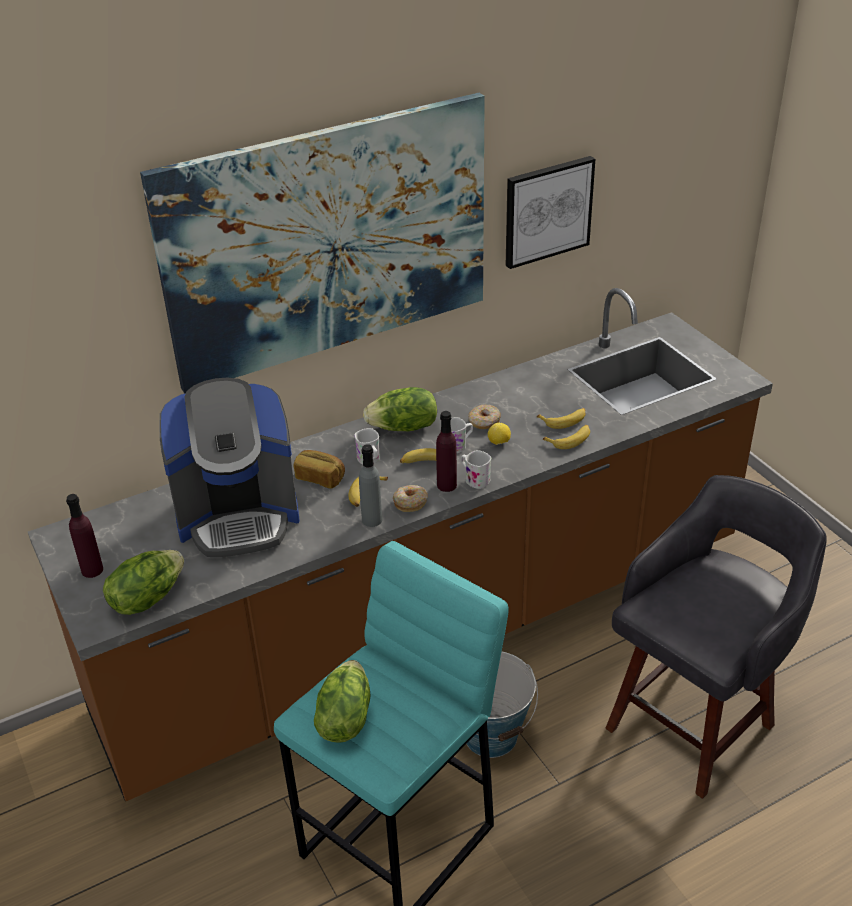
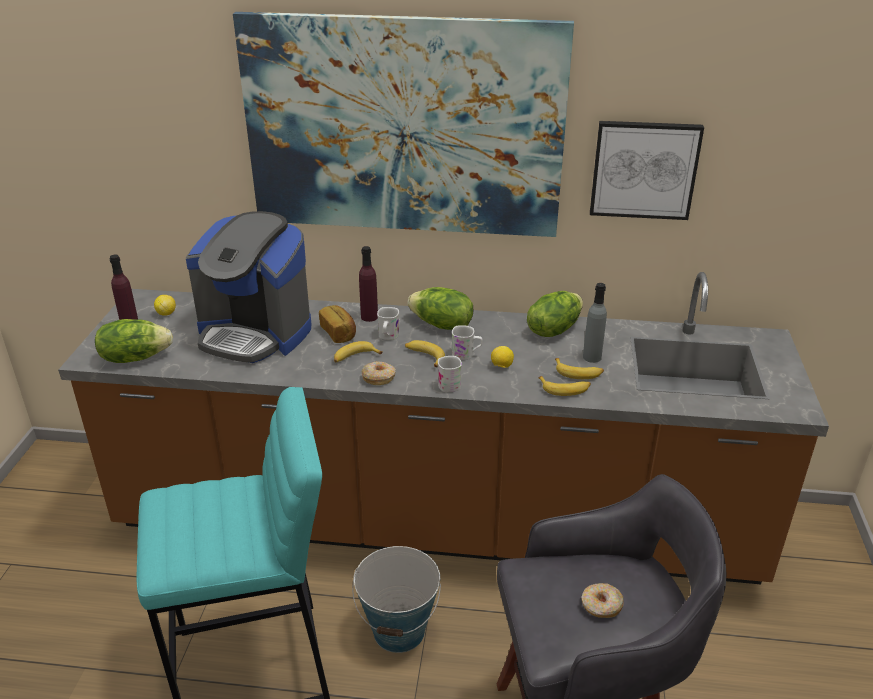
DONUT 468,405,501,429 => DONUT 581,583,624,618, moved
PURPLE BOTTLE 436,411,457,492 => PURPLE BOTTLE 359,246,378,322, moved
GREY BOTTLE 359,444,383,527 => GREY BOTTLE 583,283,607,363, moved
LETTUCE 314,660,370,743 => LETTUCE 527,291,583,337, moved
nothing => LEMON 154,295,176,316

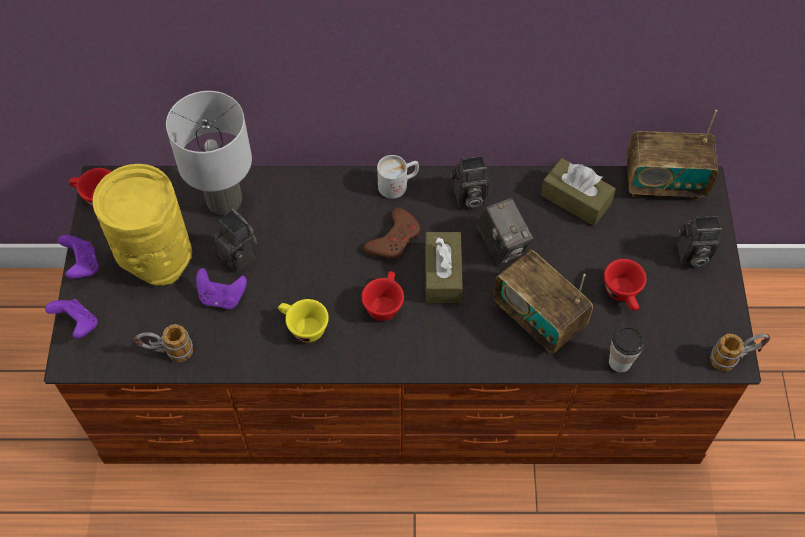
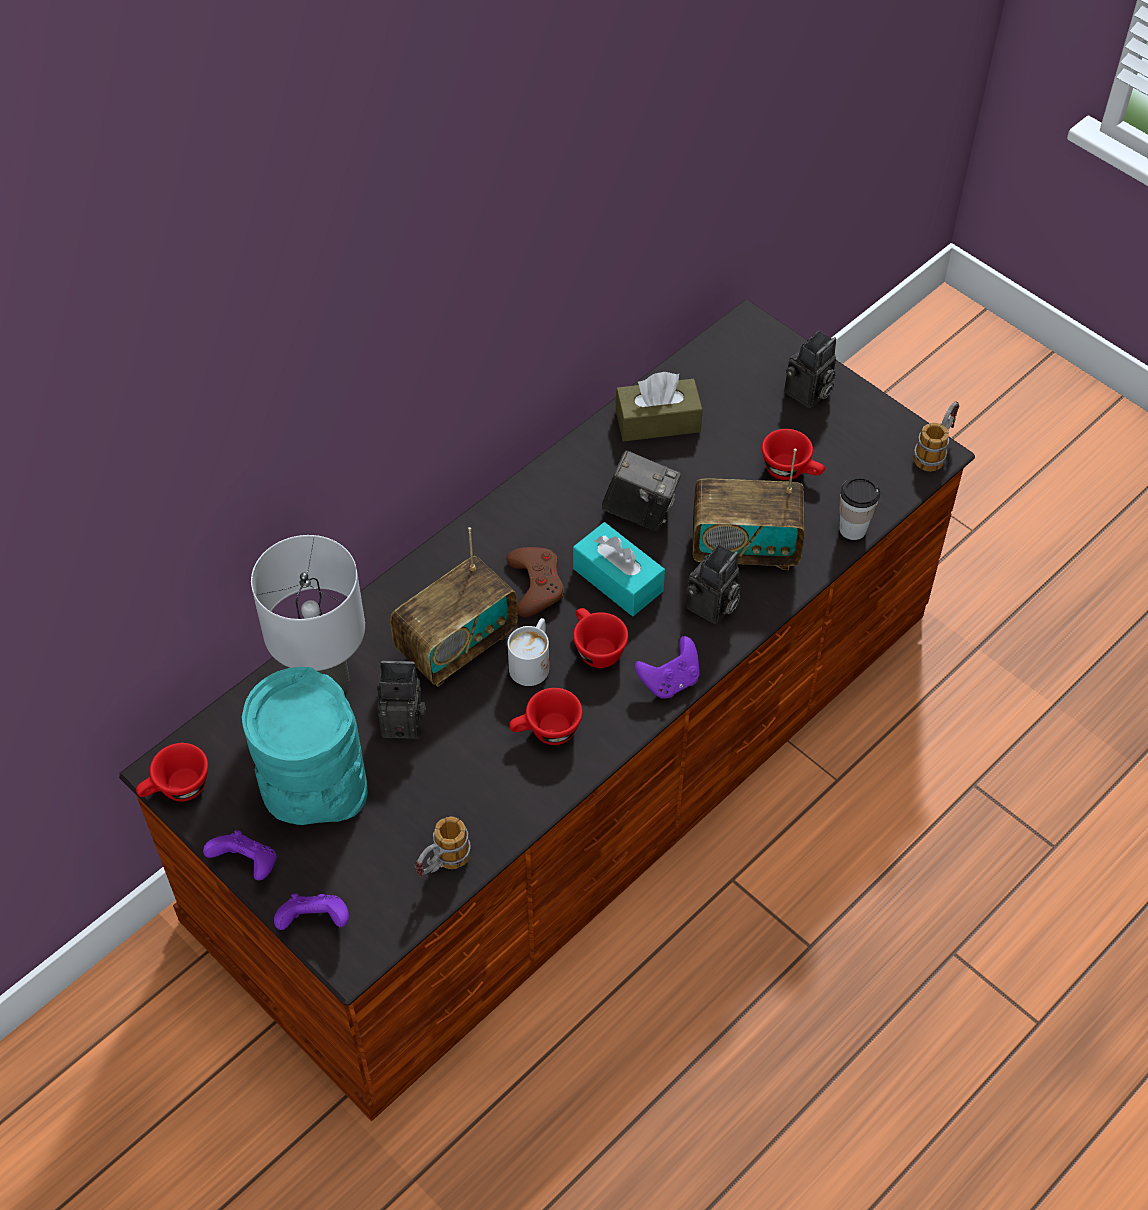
RADIO 627,110,718,200 => RADIO 390,527,518,687, moved
WHITE MUG 377,155,419,199 => WHITE MUG 508,618,549,686, moved
PHOTO CAMERA 451,156,489,208 => PHOTO CAMERA 686,544,741,624, moved
YELLOW VASE 93,164,192,286 => TURQUOISE VASE 242,667,368,825
BROWN TISSUE BOX 425,232,463,303 => TURQUOISE TISSUE BOX 573,522,665,616
PURPLE GAME CONTROLLER 196,268,247,309 => PURPLE GAME CONTROLLER 635,636,700,699, moved
YELLOW CUP 278,299,329,342 => RED CUP 509,688,583,745

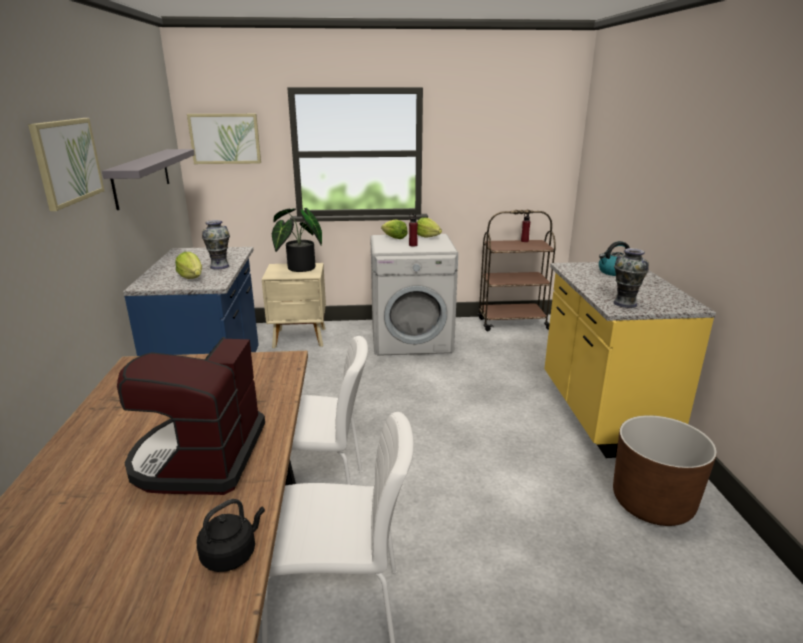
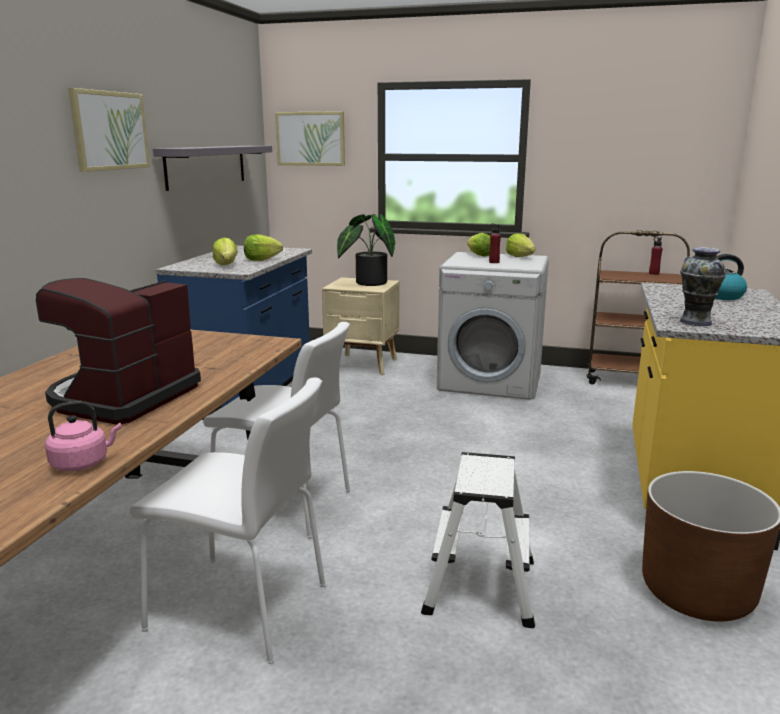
VASE 202,220,230,269 => LETTUCE 244,234,283,261
BLACK KETTLE 196,499,265,572 => PINK KETTLE 45,401,121,471
nothing => WHITE STEP LADDER 421,452,535,628

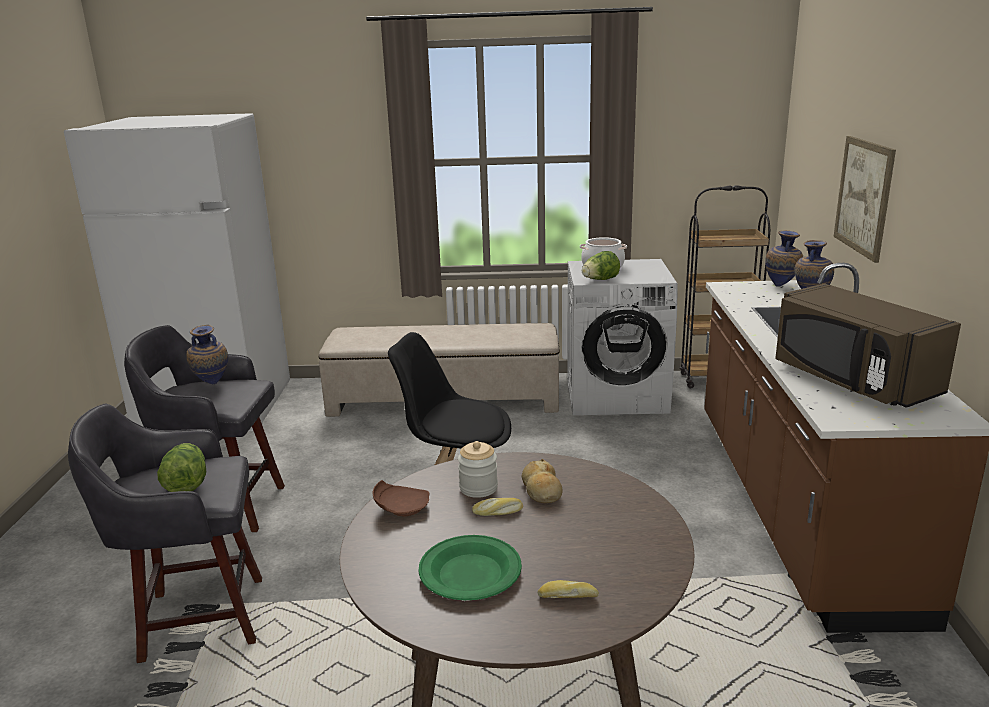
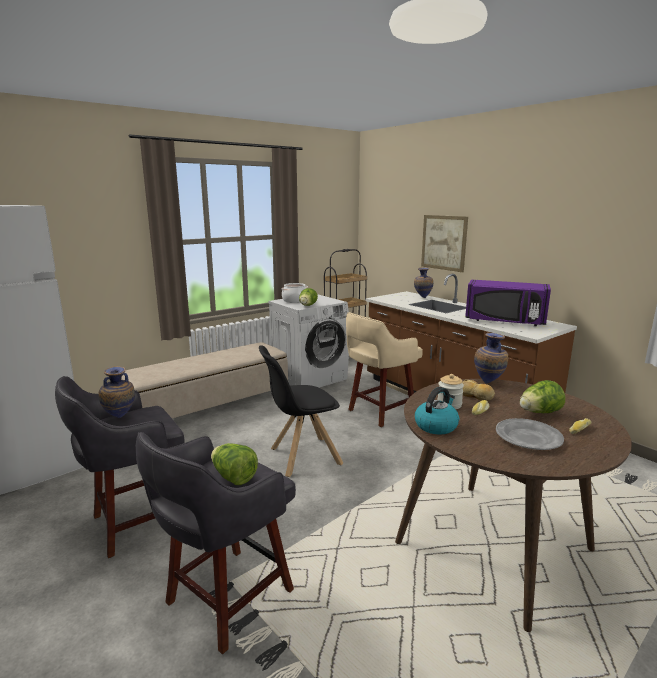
VASE 765,230,803,287 => VASE 474,333,508,384, moved
BROWN MICROWAVE 775,283,961,408 => PURPLE MICROWAVE 465,280,551,326
BROWN PLATE 373,480,429,516 => KETTLE 415,387,459,435
GREEN PLATE 419,535,522,600 => GREY PLATE 496,418,564,450
nothing => BEIGE STOOL 346,312,423,427
nothing => LETTUCE 520,380,565,413

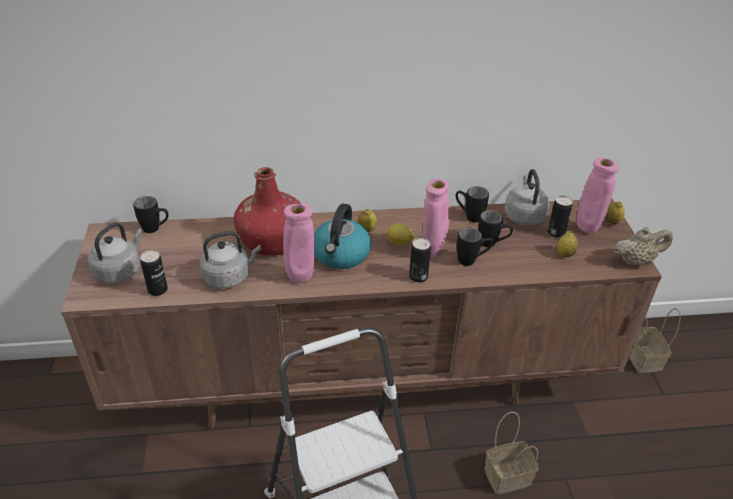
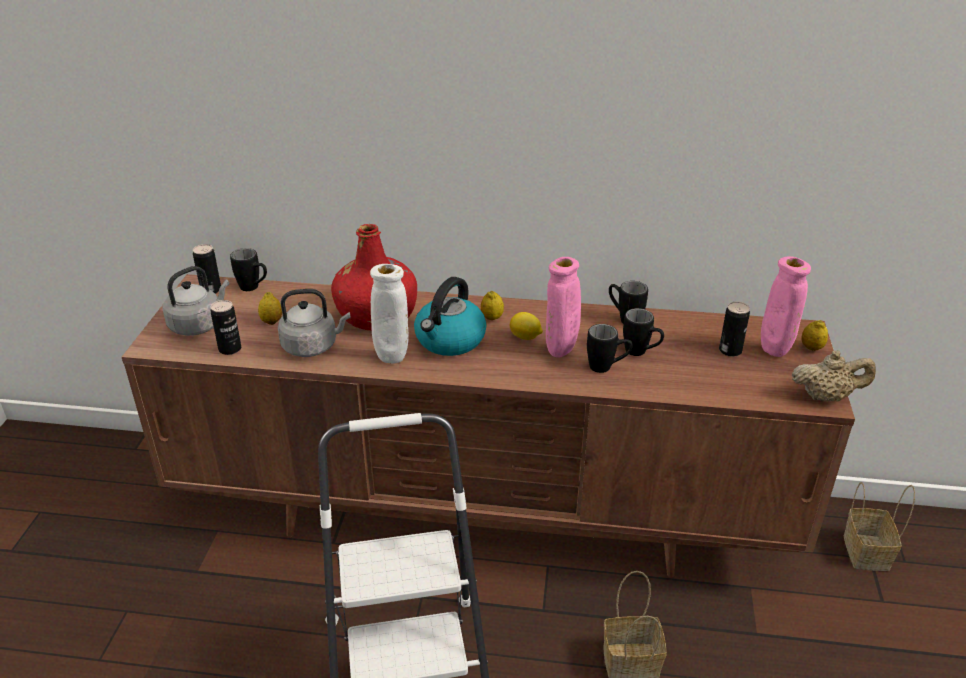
GREY KETTLE 505,169,549,226 => nothing
PINK VASE 283,204,315,283 => WHITE VASE 370,264,409,364
LEMON 557,231,578,257 => LEMON 258,292,282,325, moved
CAN 409,238,431,283 => CAN 193,244,221,294, moved

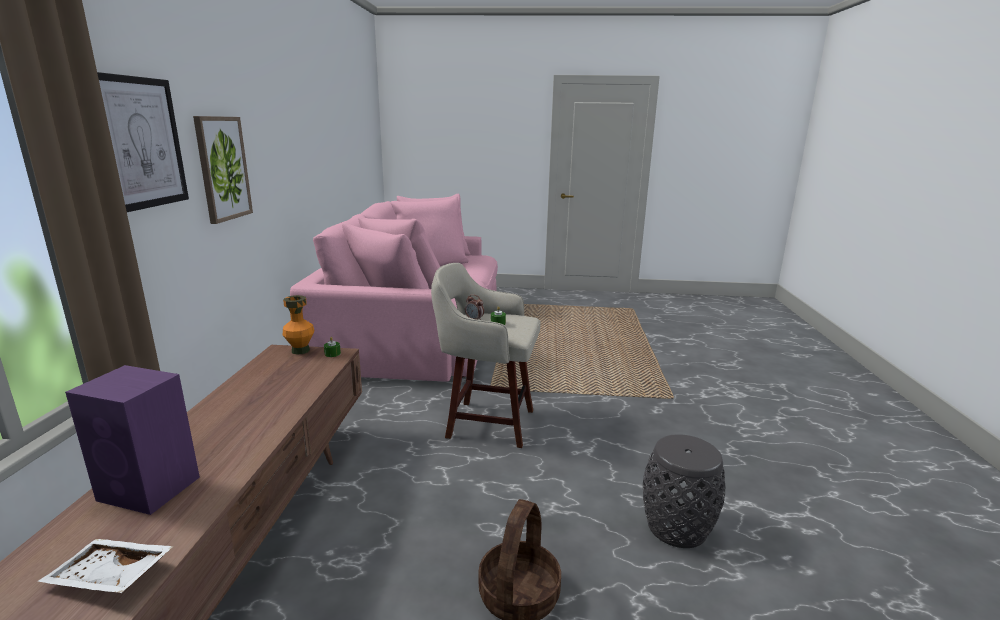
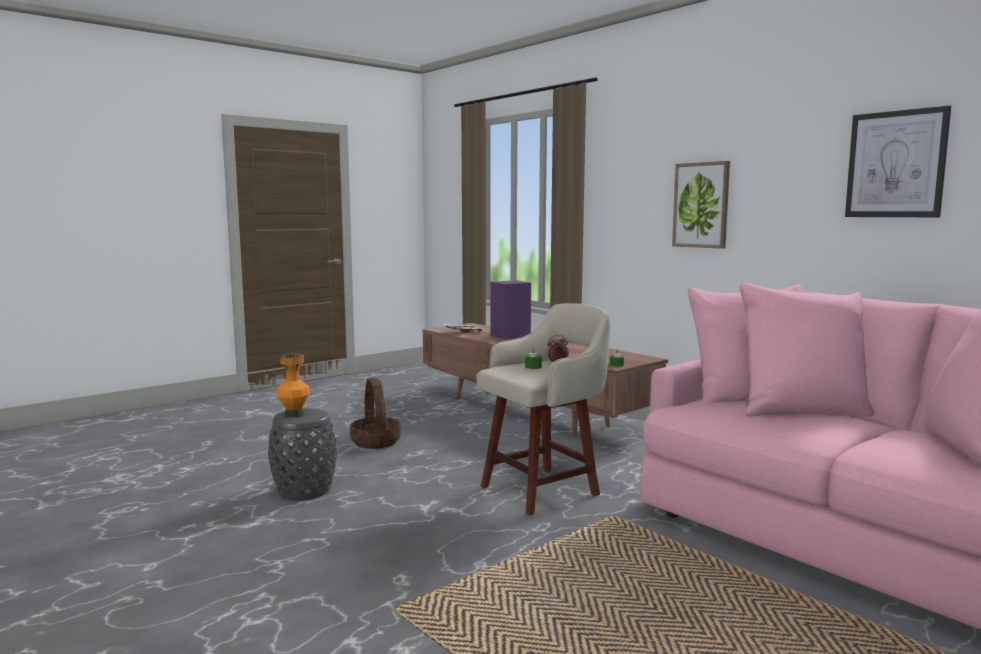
PICTURE 97,72,189,212 => PICTURE 845,105,951,217, moved
ORANGE VASE 283,295,314,355 => ORANGE VASE 277,354,310,417, moved

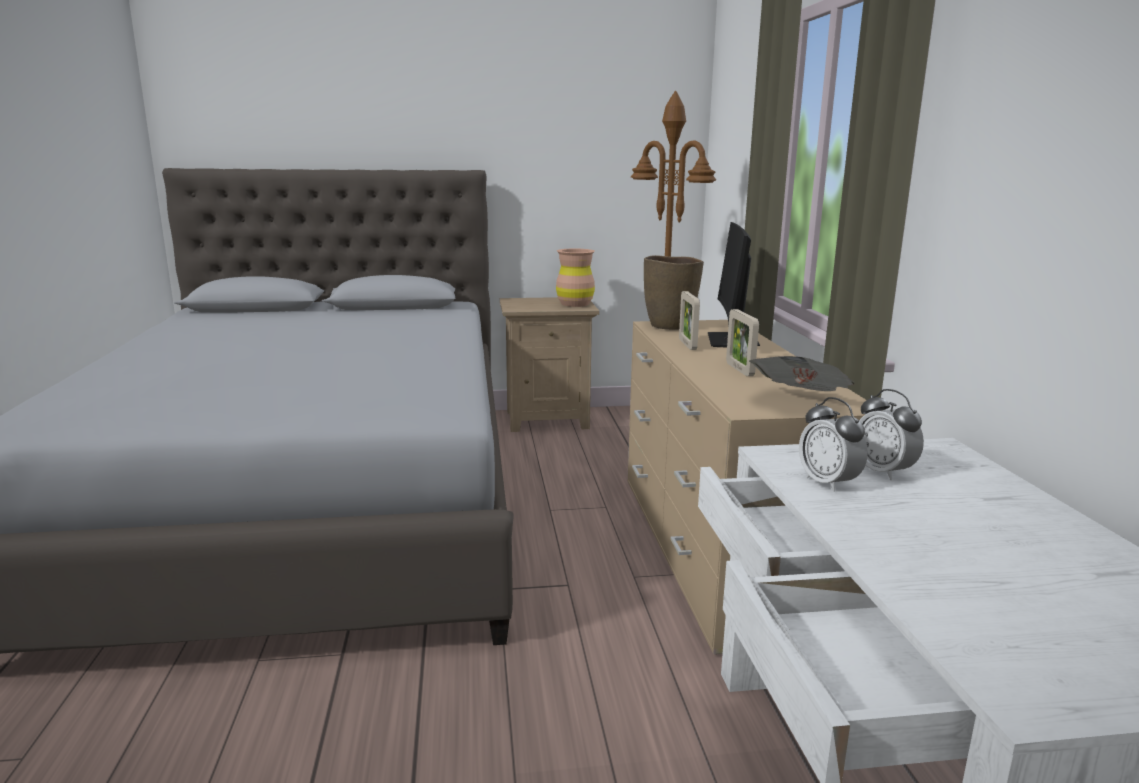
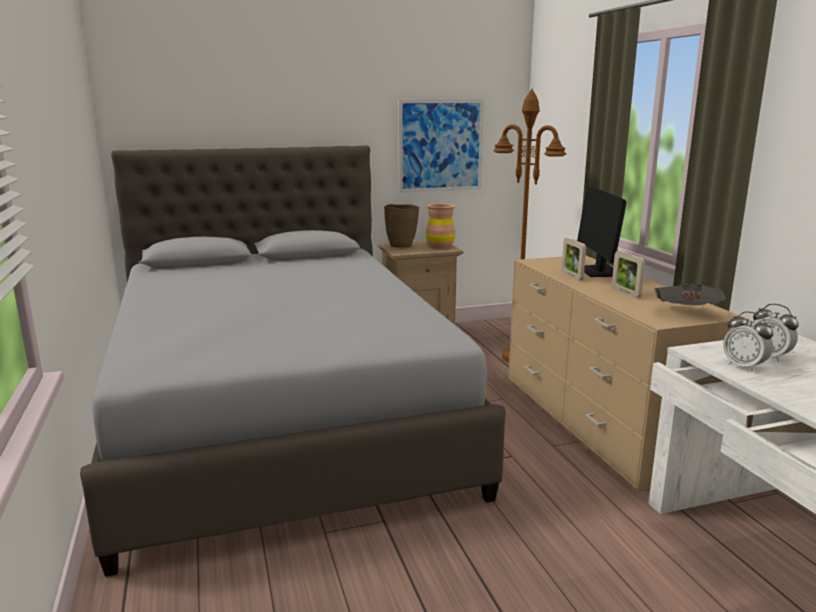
BROWN VASE 644,255,704,330 => BROWN VASE 384,204,419,248, moved
nothing => PICTURE 398,99,484,193

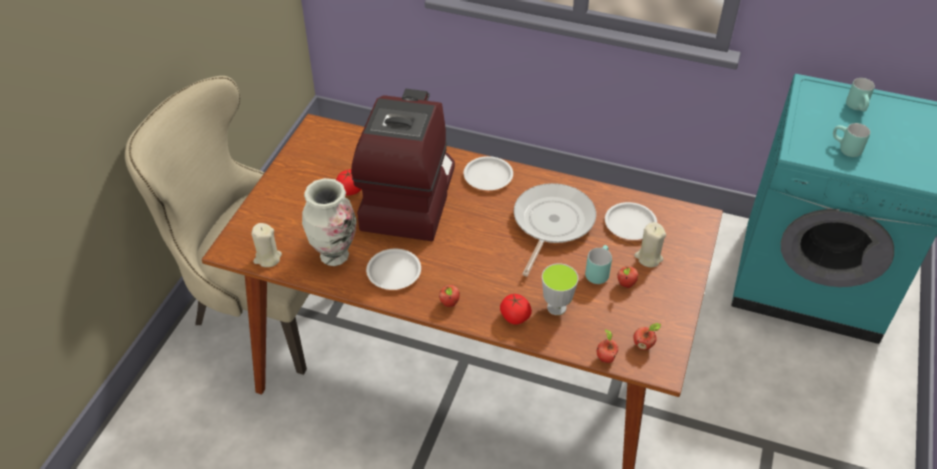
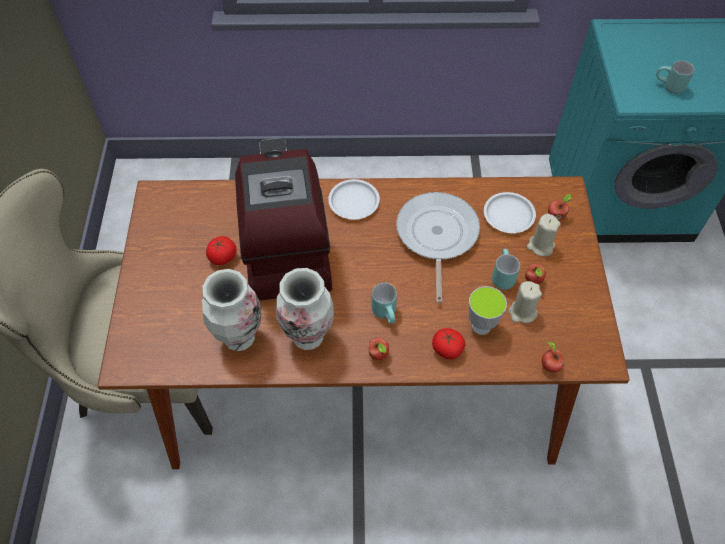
TURQUOISE MUG 846,78,875,112 => TURQUOISE MUG 372,283,397,324, moved
BEIGE CANDLE 251,223,282,267 => BEIGE CANDLE 508,281,542,323, moved
WHITE PLATE 366,249,421,290 => VASE 276,268,334,350
APPLE 633,323,661,350 => APPLE 548,194,571,220, moved

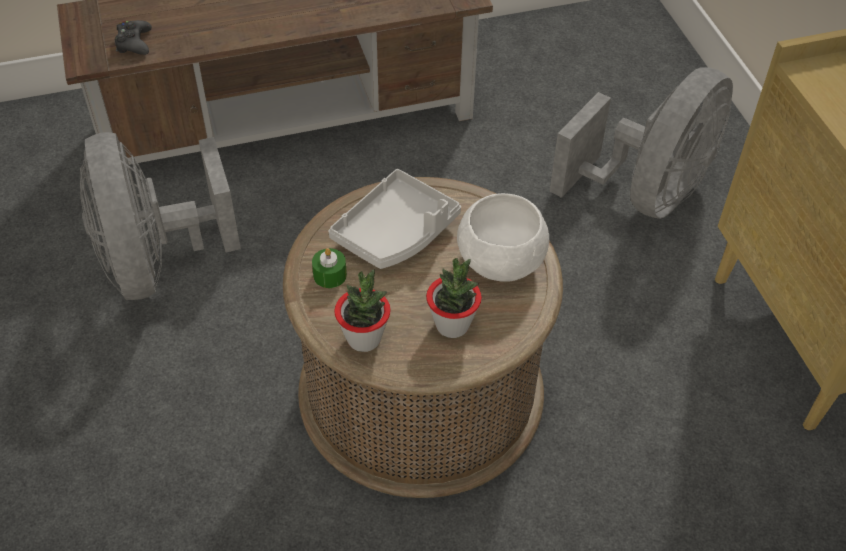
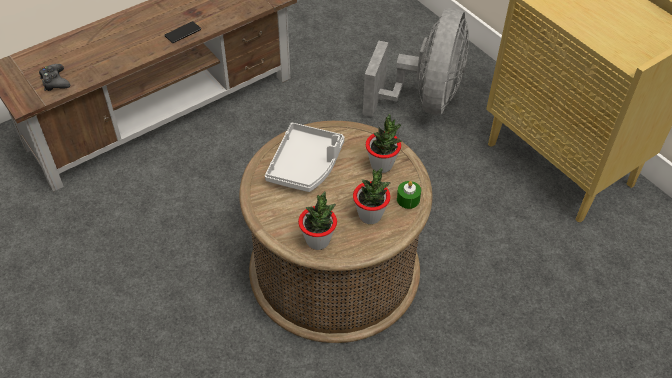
GREY FAN 80,132,241,300 => nothing
WHITE BOWL 457,193,549,282 => POTTED PLANT 366,114,402,173
GREEN CANDLE 312,248,347,288 => GREEN CANDLE 397,181,421,209, moved
nothing => PHONE 164,21,201,43

